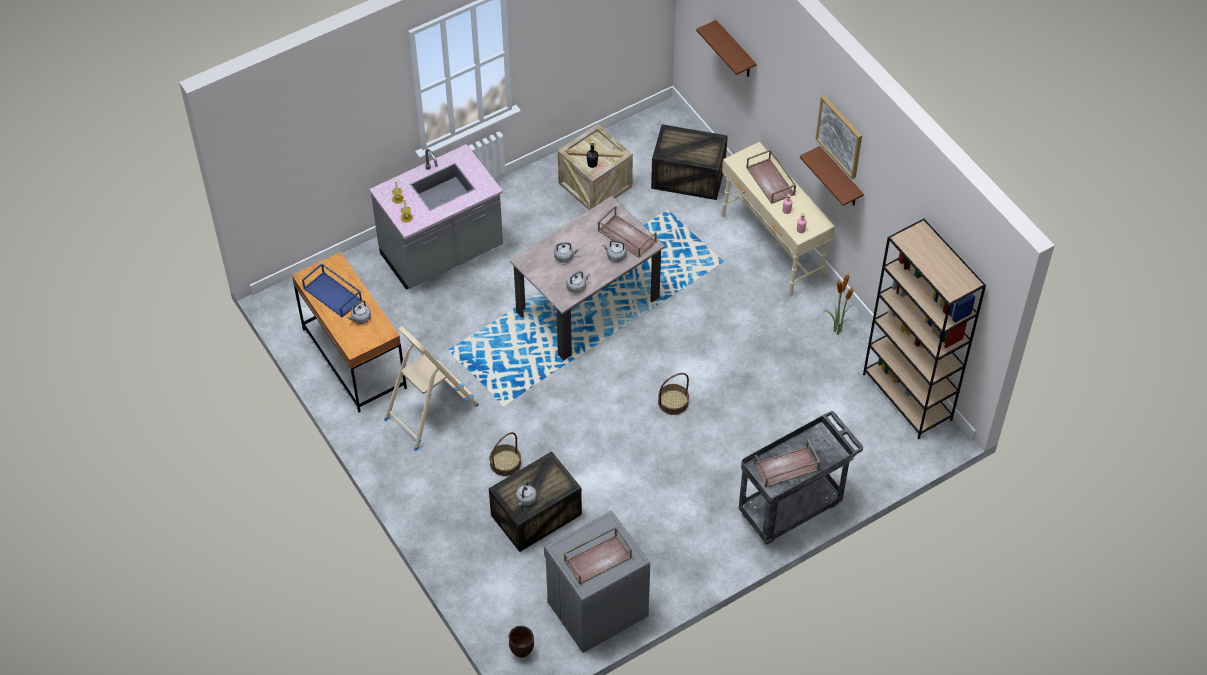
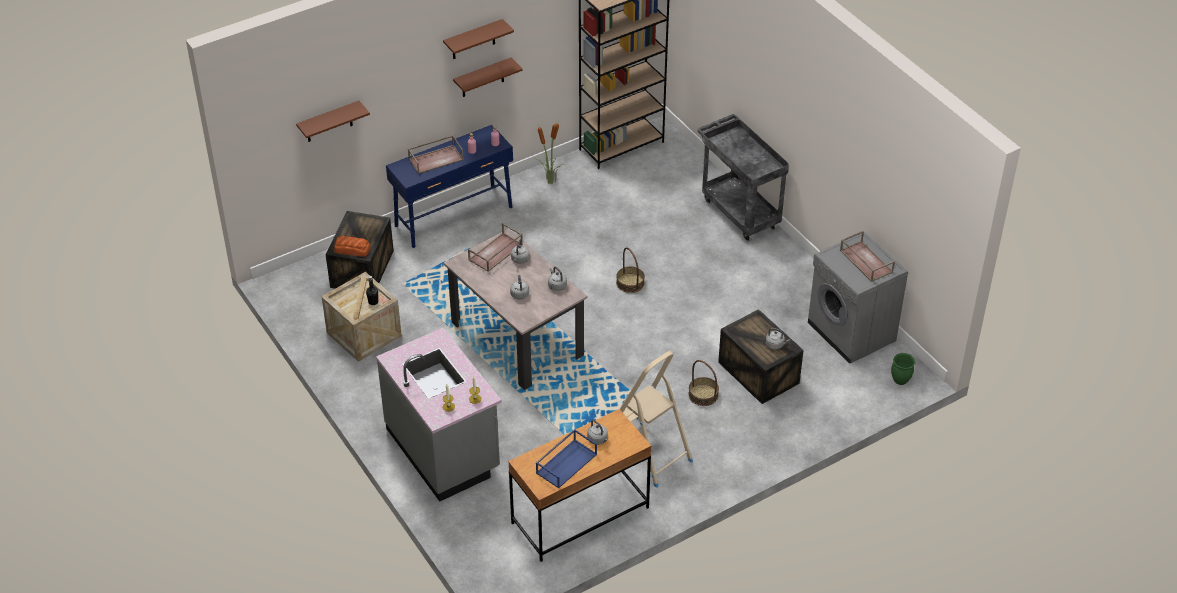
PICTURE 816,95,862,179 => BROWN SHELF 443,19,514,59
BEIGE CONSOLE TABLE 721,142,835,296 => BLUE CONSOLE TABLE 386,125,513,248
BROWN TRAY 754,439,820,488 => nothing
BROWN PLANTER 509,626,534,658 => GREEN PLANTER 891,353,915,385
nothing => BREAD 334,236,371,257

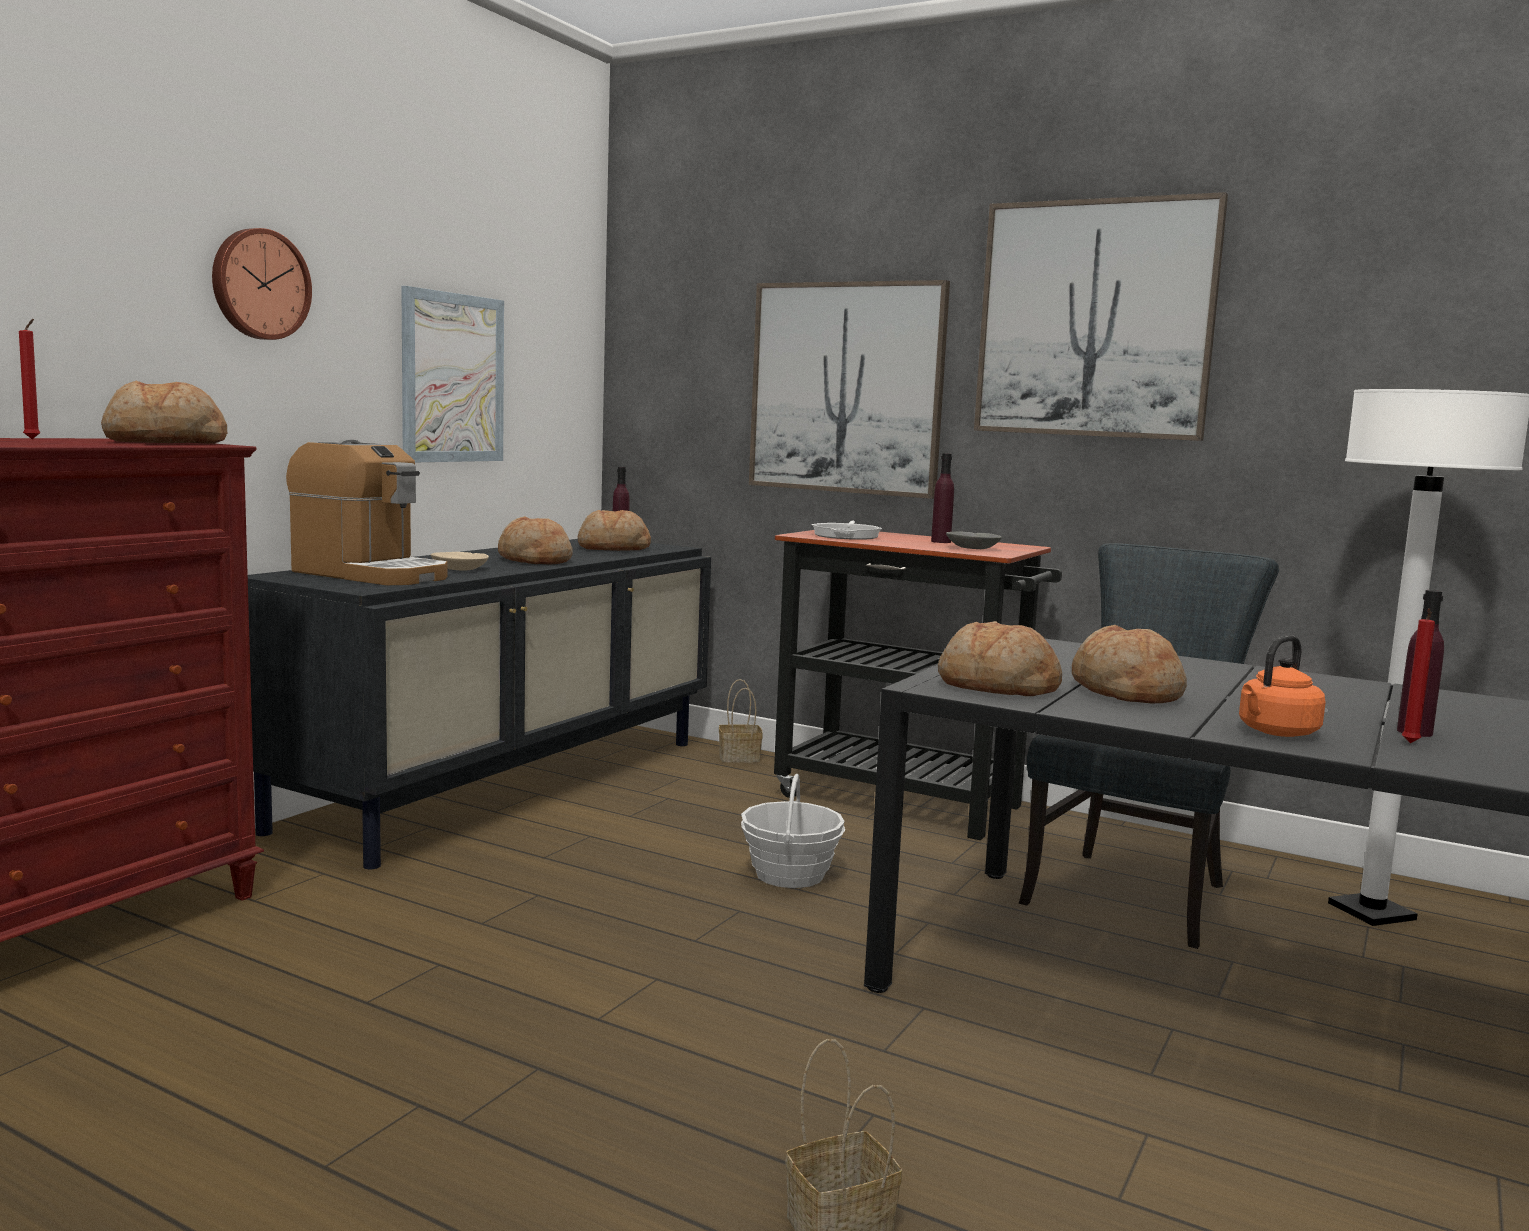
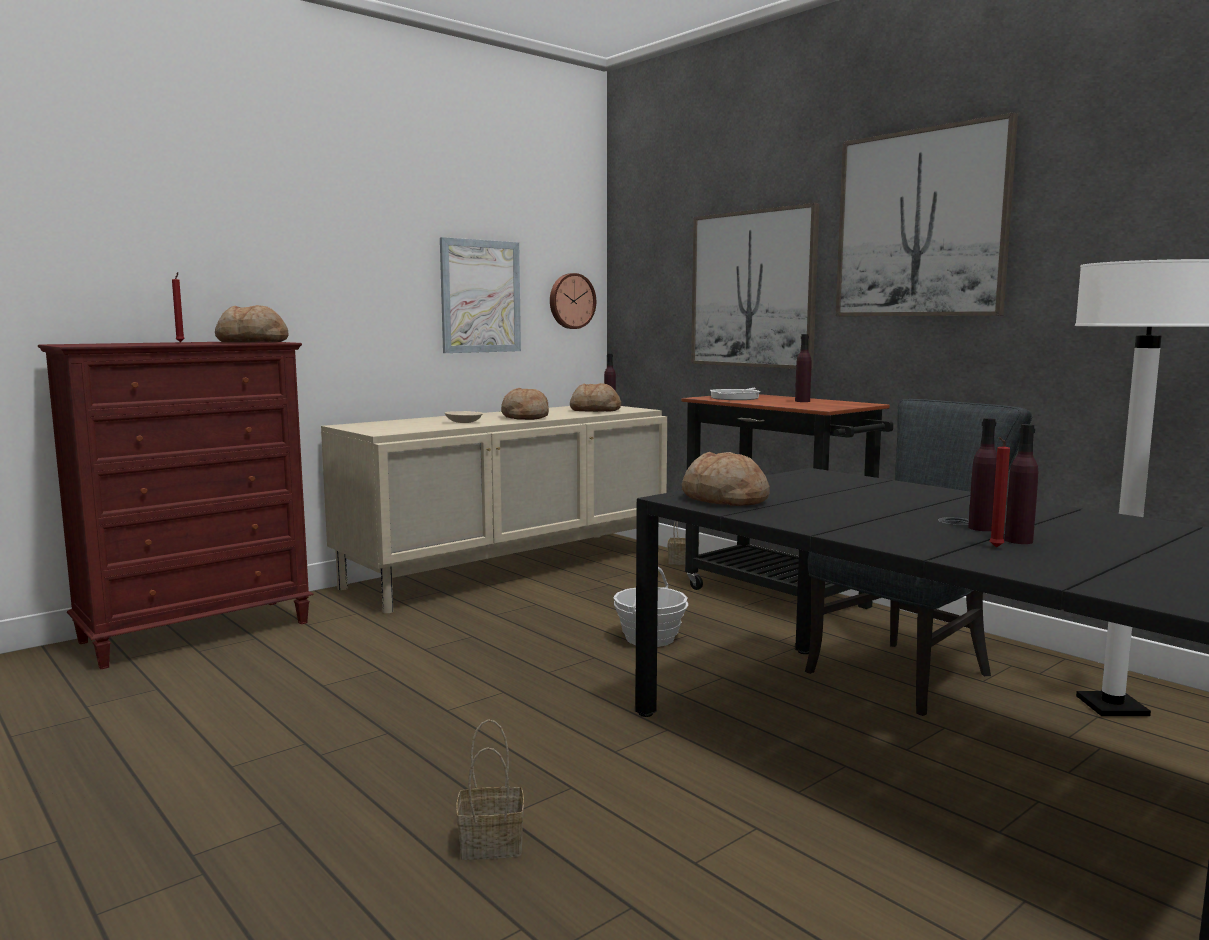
WALL CLOCK 212,228,312,340 => WALL CLOCK 550,273,596,329, moved
COFFEE MACHINE 286,439,447,585 => nothing
GREY BOWL 946,532,1002,549 => nothing
BLACK CABINET 248,539,711,869 => BEIGE CABINET 321,406,667,613
BREAD 1072,625,1187,703 => nothing
ORANGE KETTLE 1239,635,1326,737 => nothing
nothing => PURPLE BOTTLE 968,418,997,531

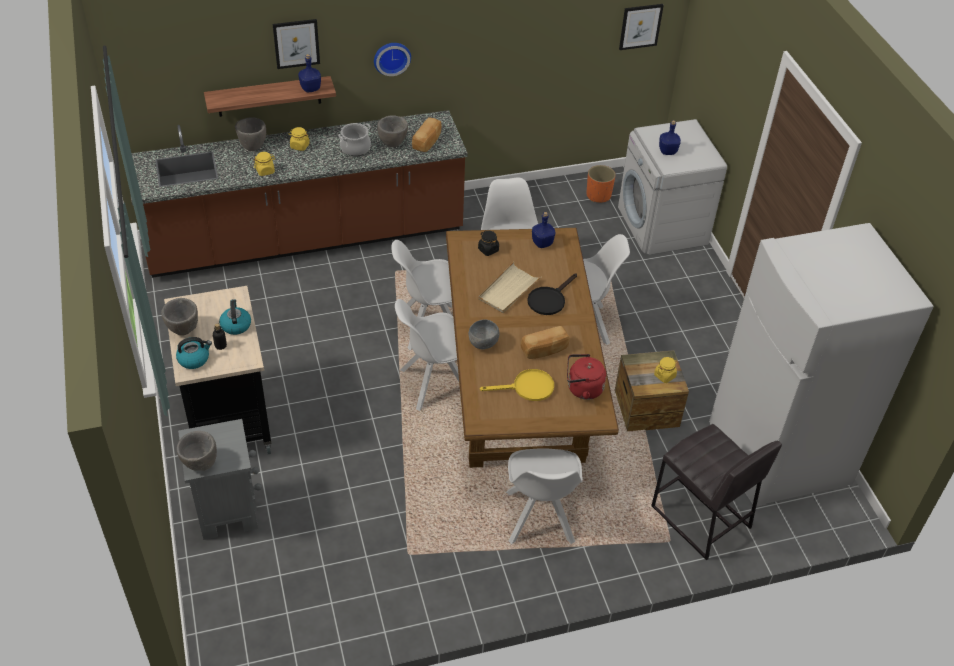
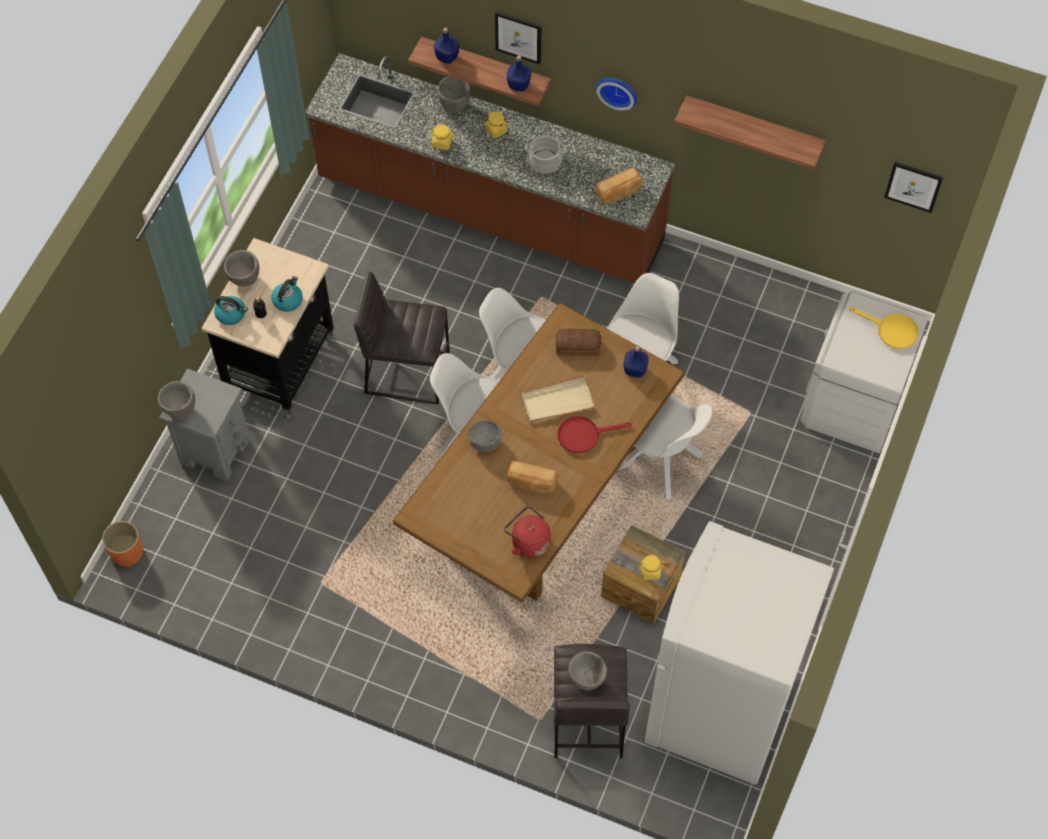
GREY BOWL 377,115,408,147 => GREY BOWL 568,651,607,690, moved
BLUE BOTTLE 659,120,681,155 => BLUE BOTTLE 434,27,459,64, moved
ORANGE PLANTER 586,165,616,203 => ORANGE PLANTER 102,521,143,567, moved
BLACK JAR 478,230,499,256 => BREAD 556,329,601,356
BLACK FRYING PAN 527,273,577,315 => RED FRYING PAN 558,416,632,453
YELLOW FRYING PAN 480,369,554,401 => YELLOW FRYING PAN 849,307,919,349, moved
WHITE CHAIR 506,448,583,544 => nothing
nothing => SHELF 674,95,826,169
nothing => GREY STOOL 354,272,450,404

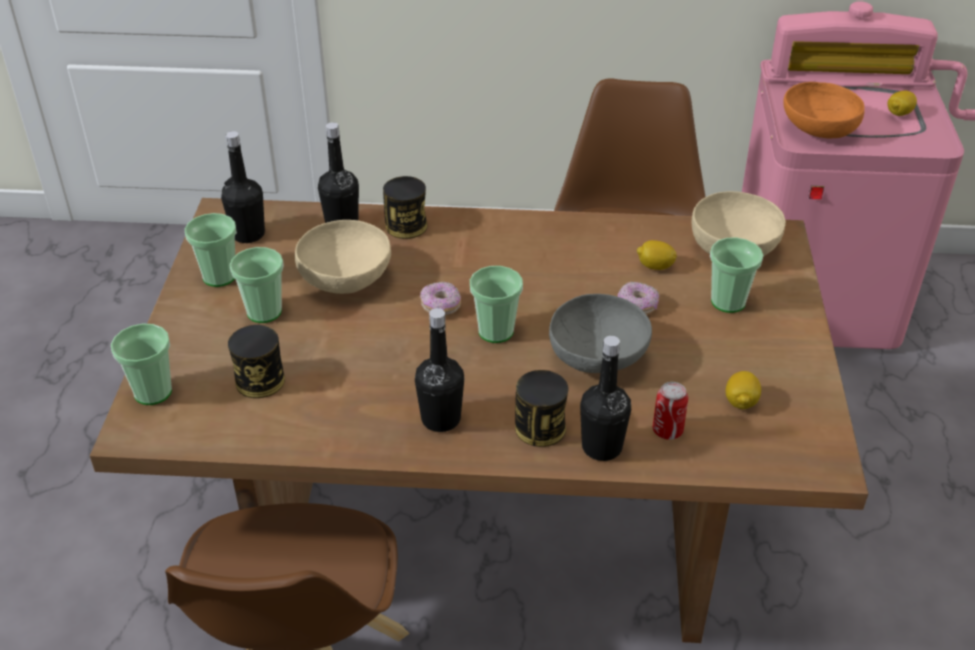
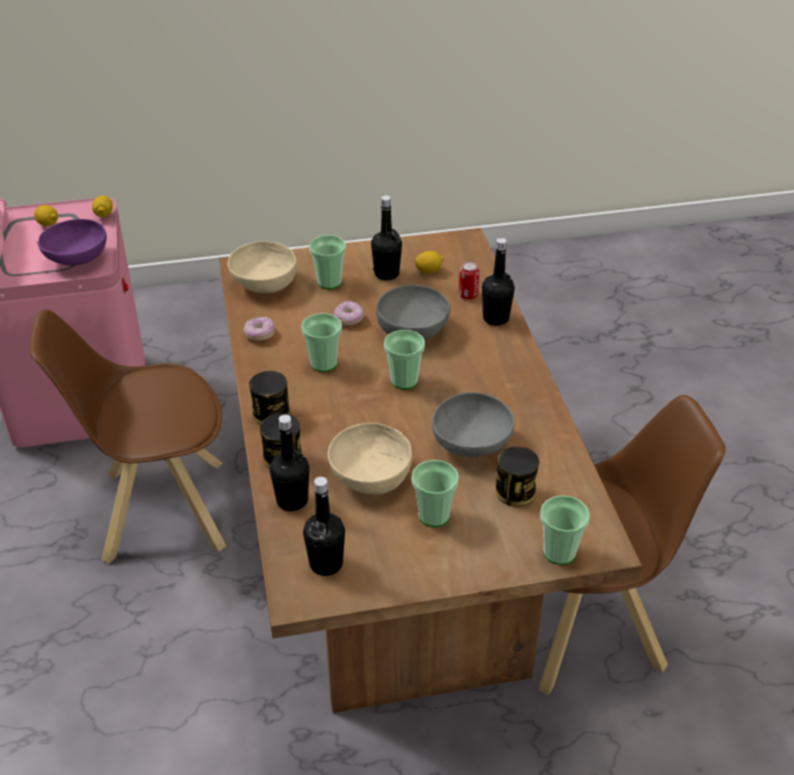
ORANGE BOWL 783,82,865,138 => PURPLE BOWL 38,219,107,266
CUP 185,213,237,287 => CUP 301,313,342,372, moved
LEMON 637,240,677,270 => LEMON 92,196,113,217, moved
DONUT 420,281,461,316 => DONUT 244,317,275,341, moved
BLACK BOTTLE 415,308,464,432 => BLACK BOTTLE 371,195,402,280, moved
CAN 515,370,569,447 => CAN 249,371,290,425, moved
nothing => GREY BOWL 432,392,514,457

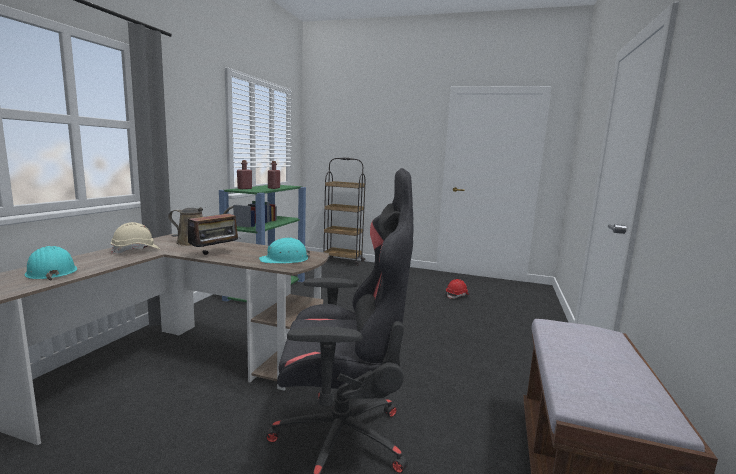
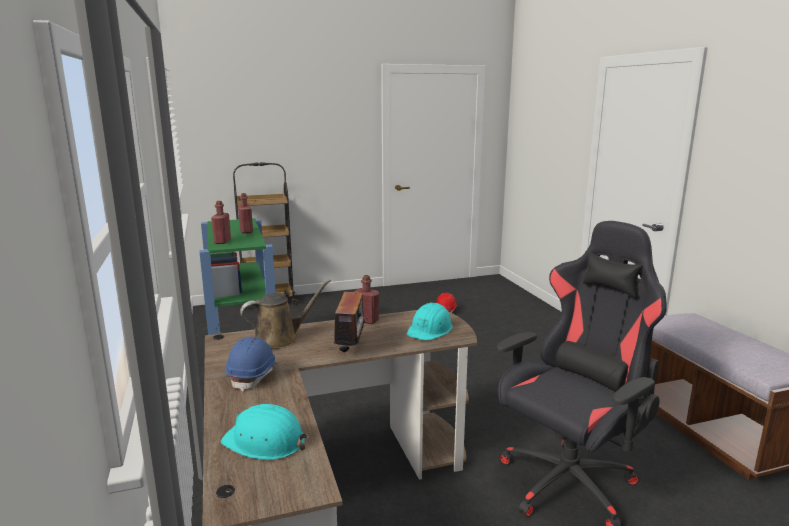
BEIGE HARD HAT 111,222,160,254 => BLUE HARD HAT 225,337,277,392
nothing => RED BOTTLE 354,275,379,324

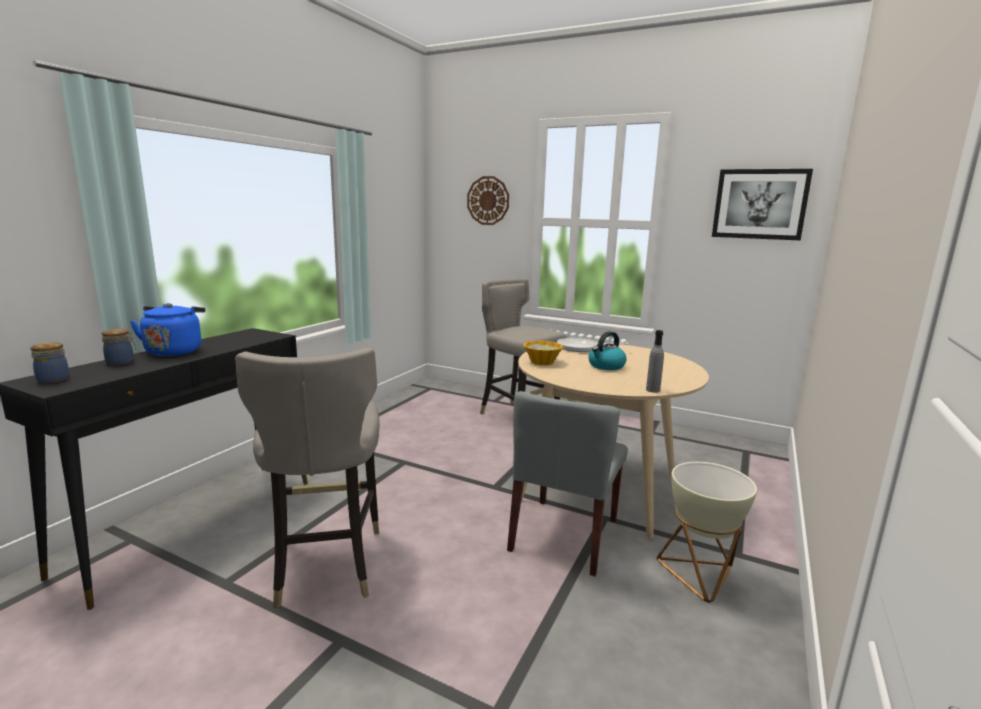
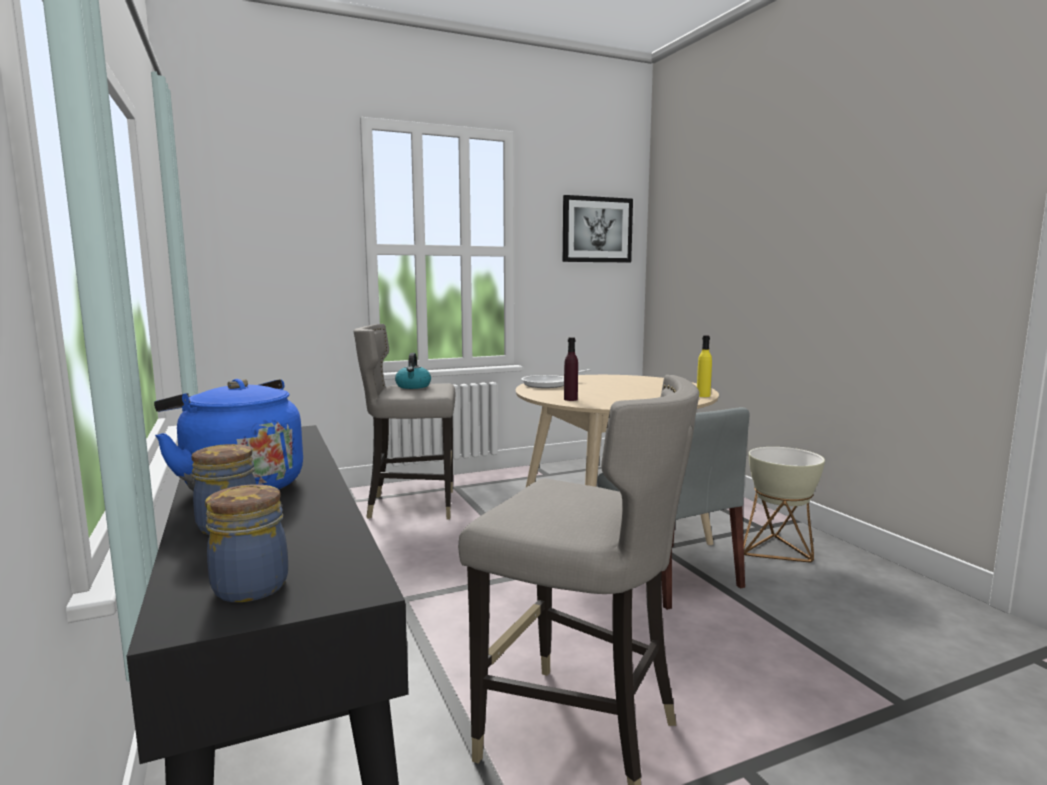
WALL CLOCK 467,176,509,225 => nothing
GREY BOTTLE 646,330,664,393 => YELLOW BOTTLE 697,335,712,397
KETTLE 589,331,627,370 => KETTLE 395,353,431,389, moved
BOWL 524,341,563,365 => PURPLE BOTTLE 564,337,578,401

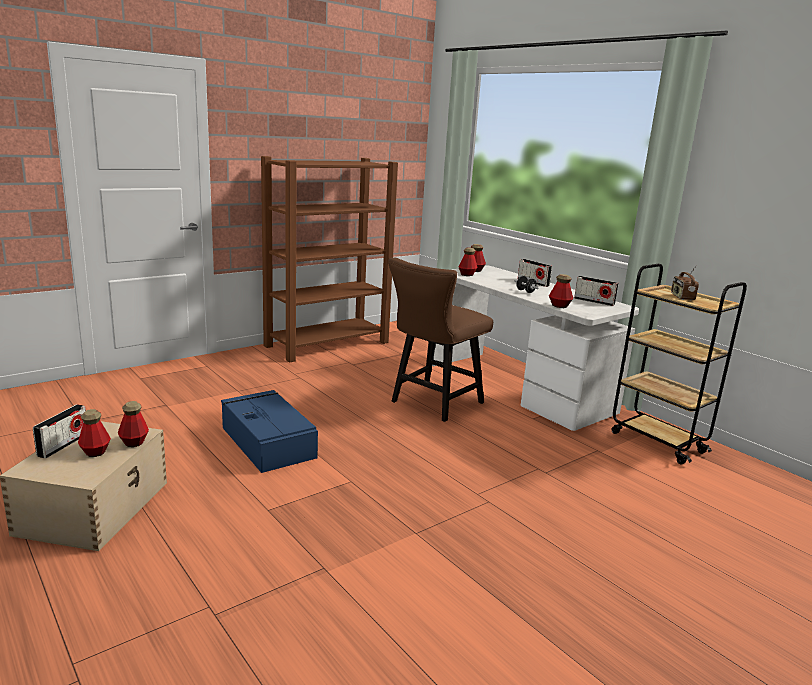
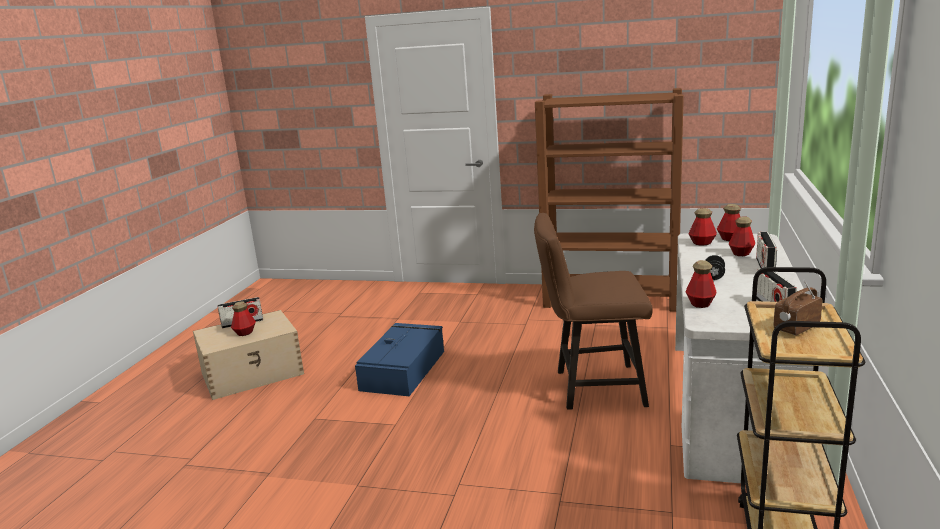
BOTTLE 118,401,149,447 => BOTTLE 729,216,755,256, moved

